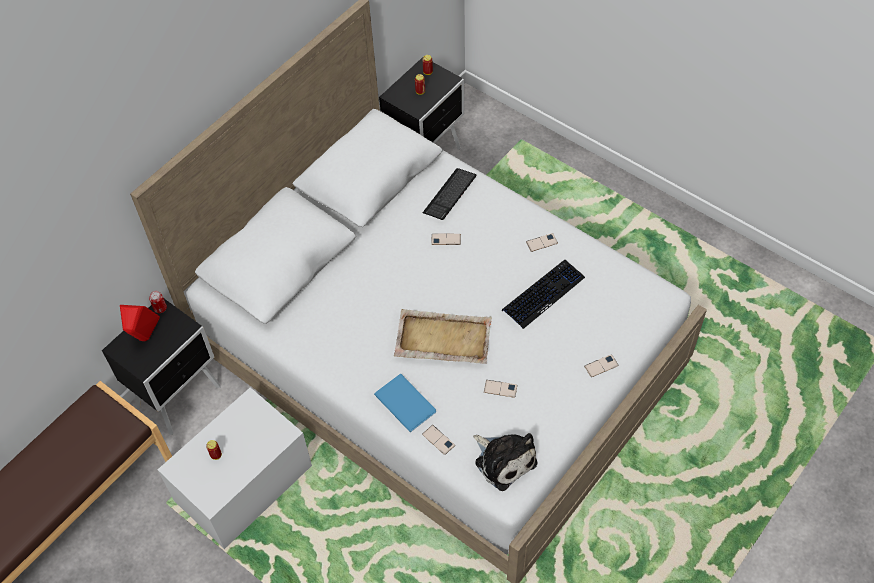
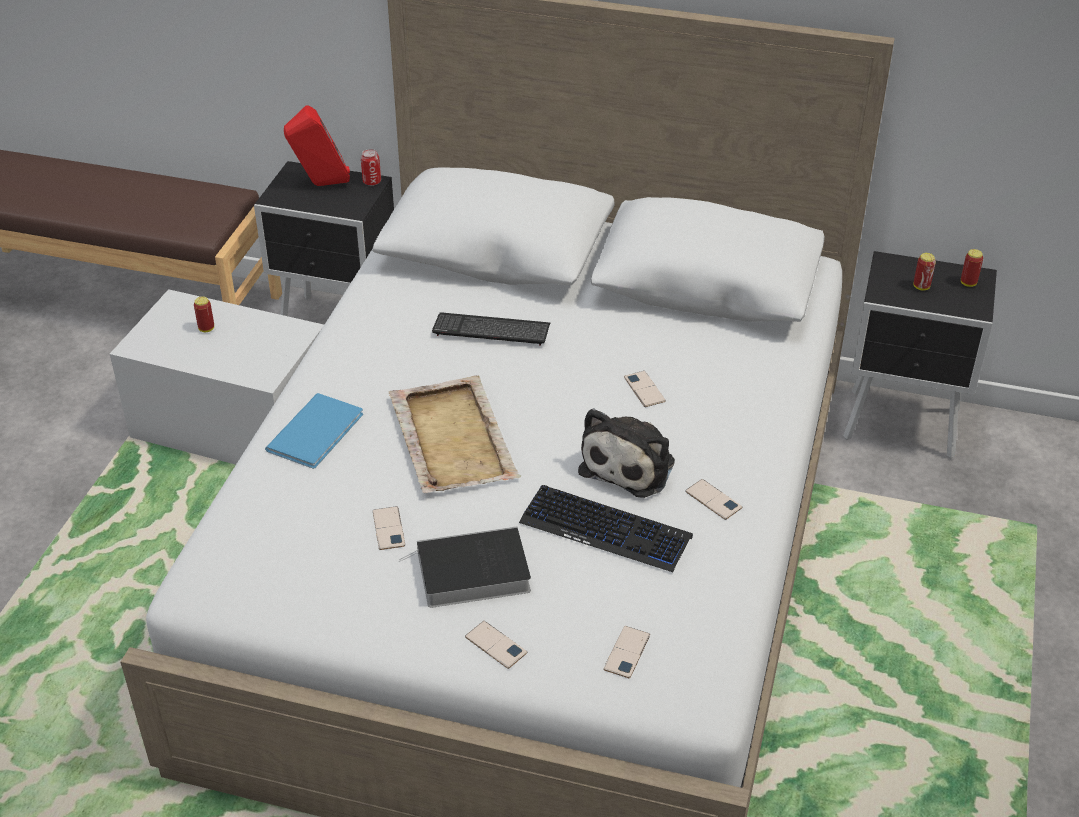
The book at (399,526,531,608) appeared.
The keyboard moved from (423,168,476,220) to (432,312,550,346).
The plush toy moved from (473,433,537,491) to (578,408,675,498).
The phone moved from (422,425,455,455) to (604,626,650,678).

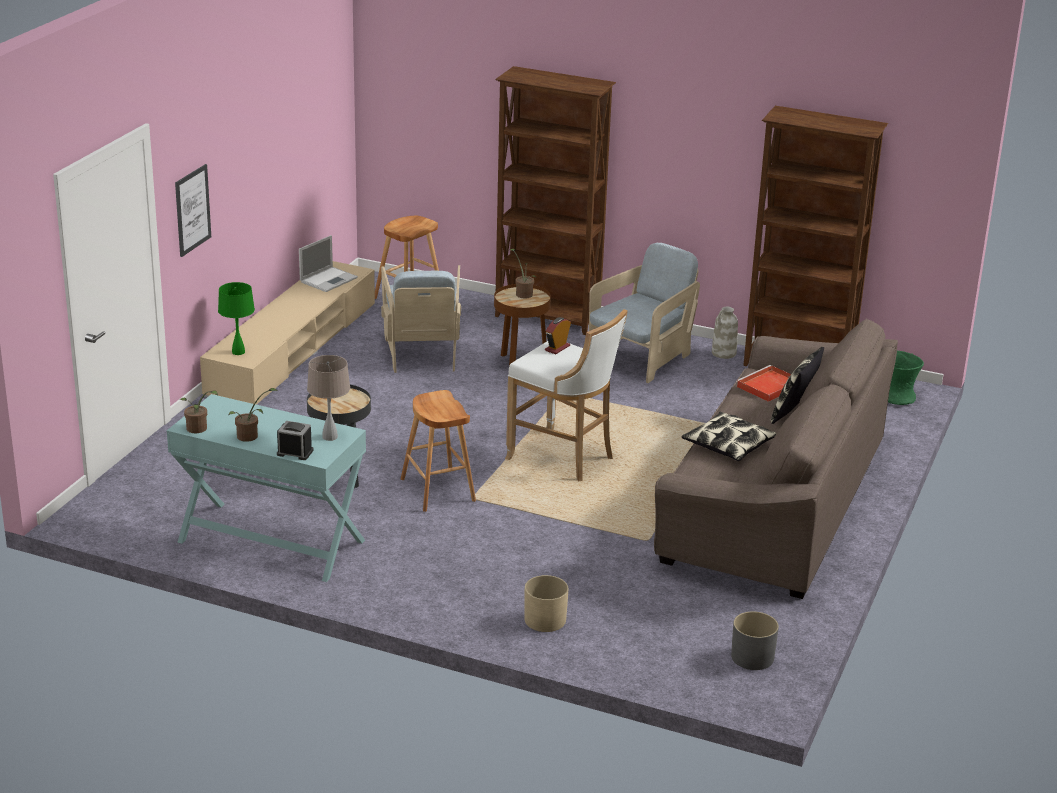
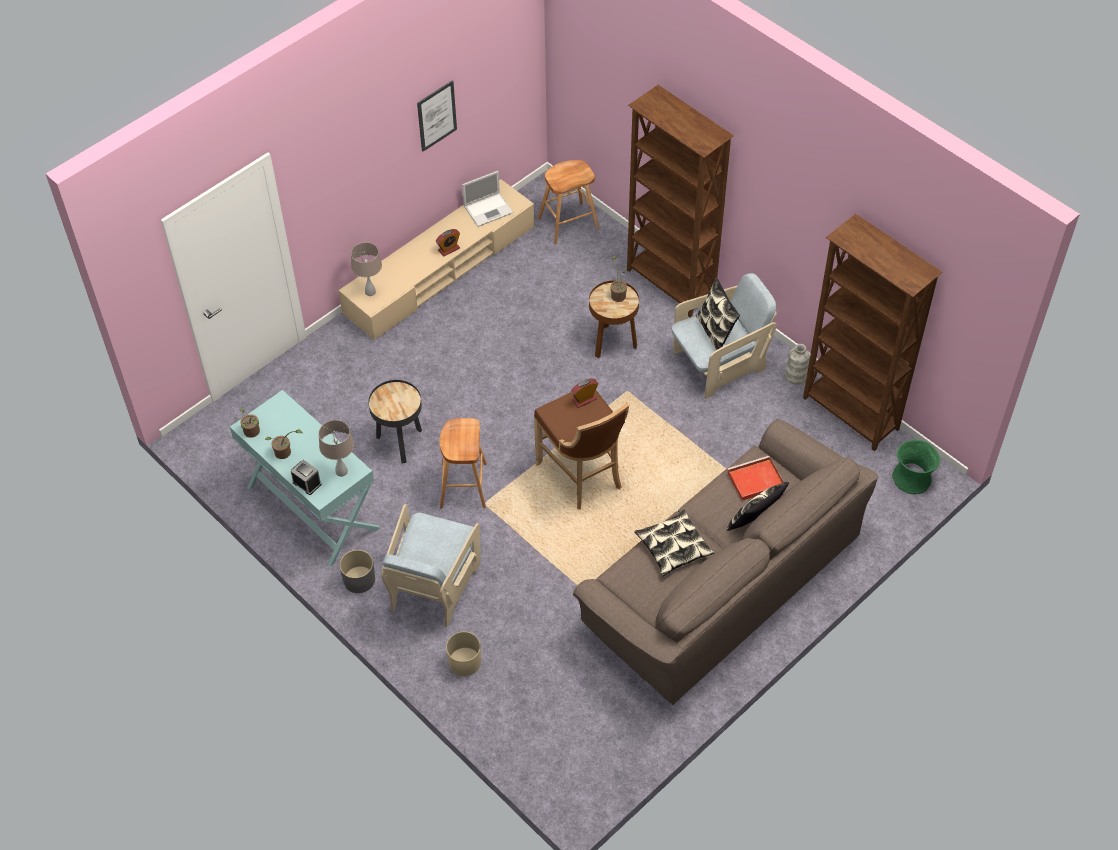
The grey planter moved from (731,611,779,670) to (340,550,375,593).
The green table lamp at (218,282,255,355) became the beige table lamp at (351,242,382,296).
The beige armchair moved from (381,265,461,373) to (381,504,481,627).
The picture moved from (175,164,211,257) to (417,80,457,152).
The alarm clock at (436,229,460,256) appeared.
The white stool at (505,309,628,482) became the brown stool at (534,391,629,510).
The pillow at (696,278,740,350) appeared.

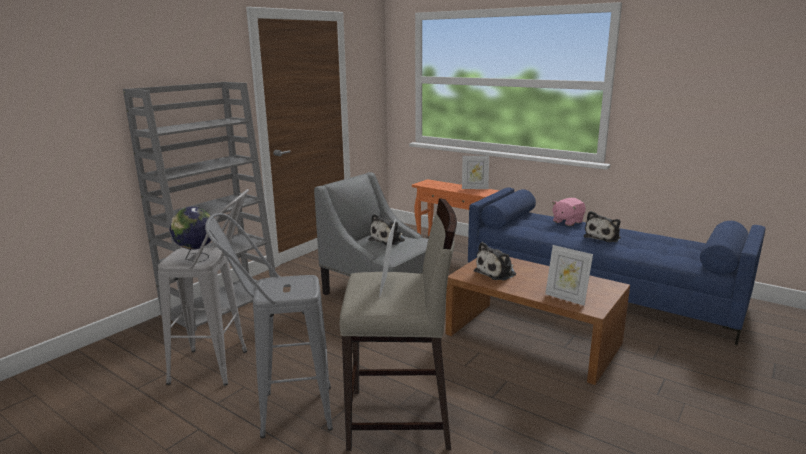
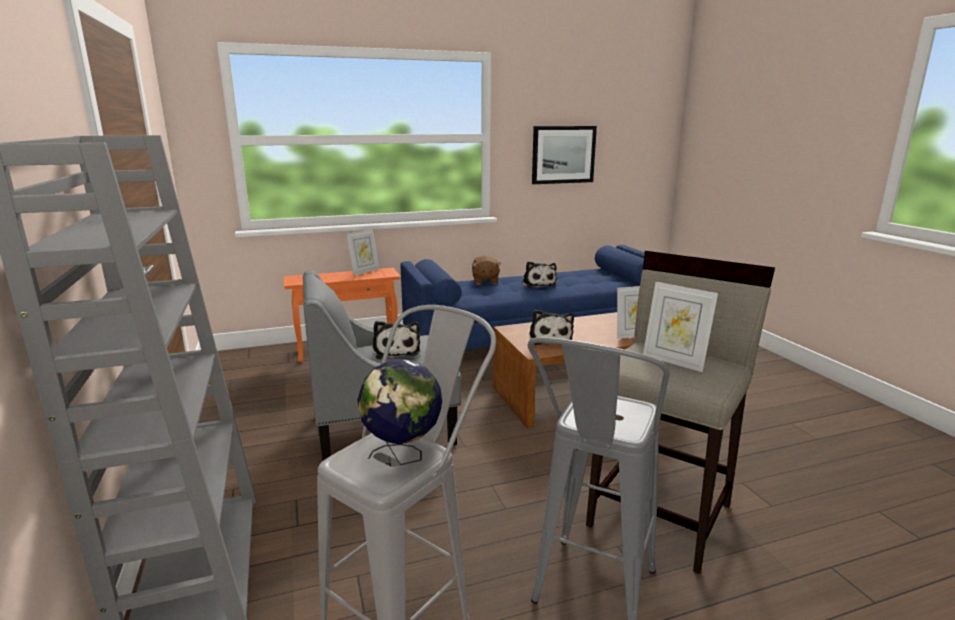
The pink plush toy at (552,198,586,226) became the brown plush toy at (472,255,501,285).
The picture at (532,126,597,184) appeared.

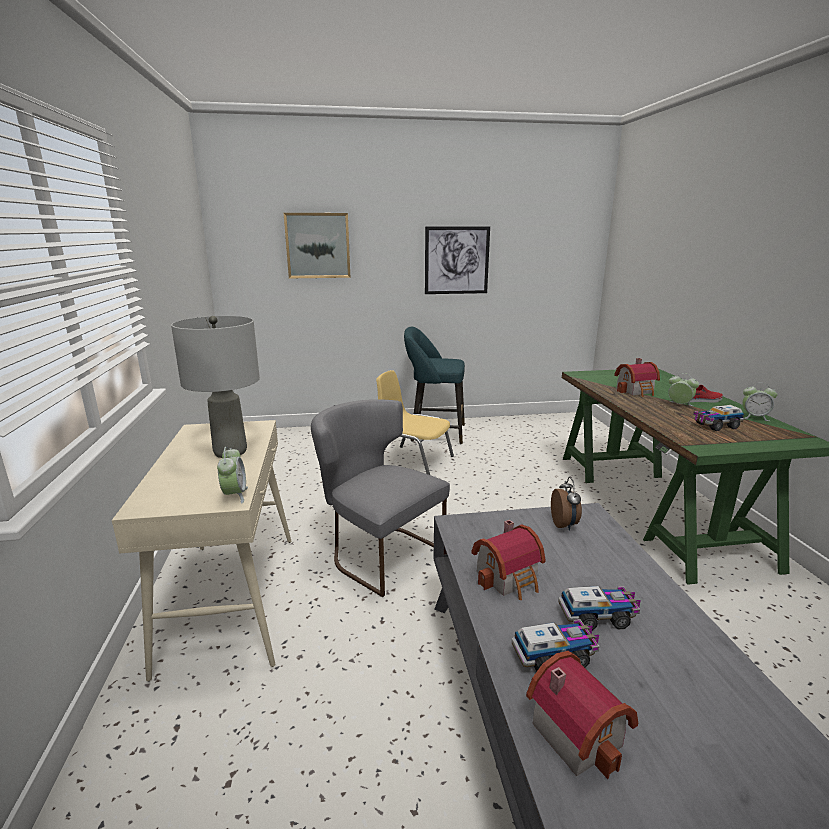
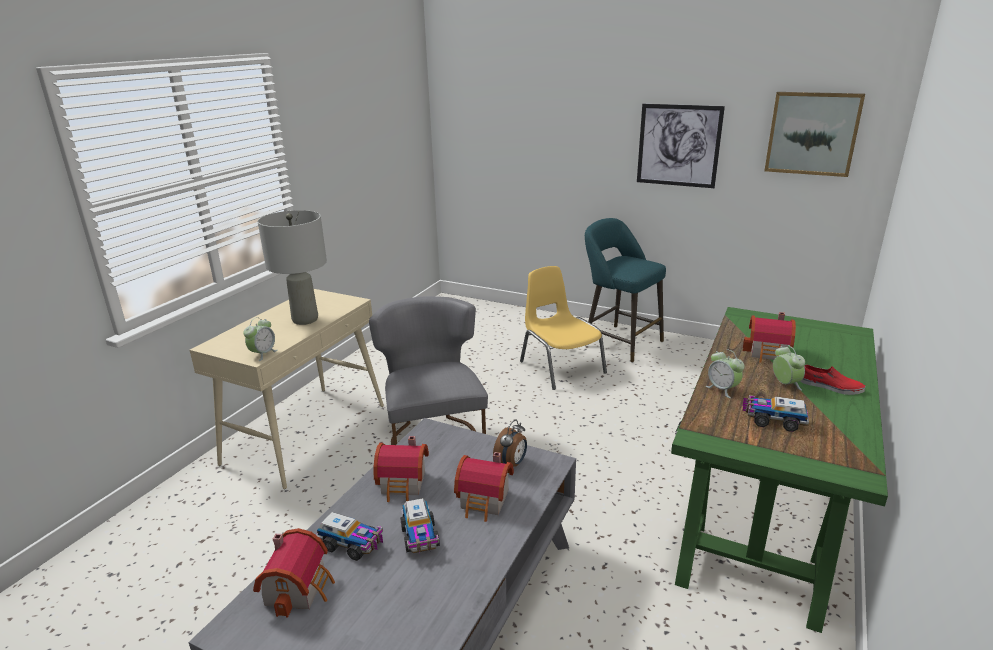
The toy truck at (558,586,641,630) turned 45 degrees clockwise.
The toy house at (454,452,514,522) appeared.
The alarm clock moved from (742,383,778,421) to (706,349,745,398).
The picture moved from (284,213,350,278) to (764,92,865,177).

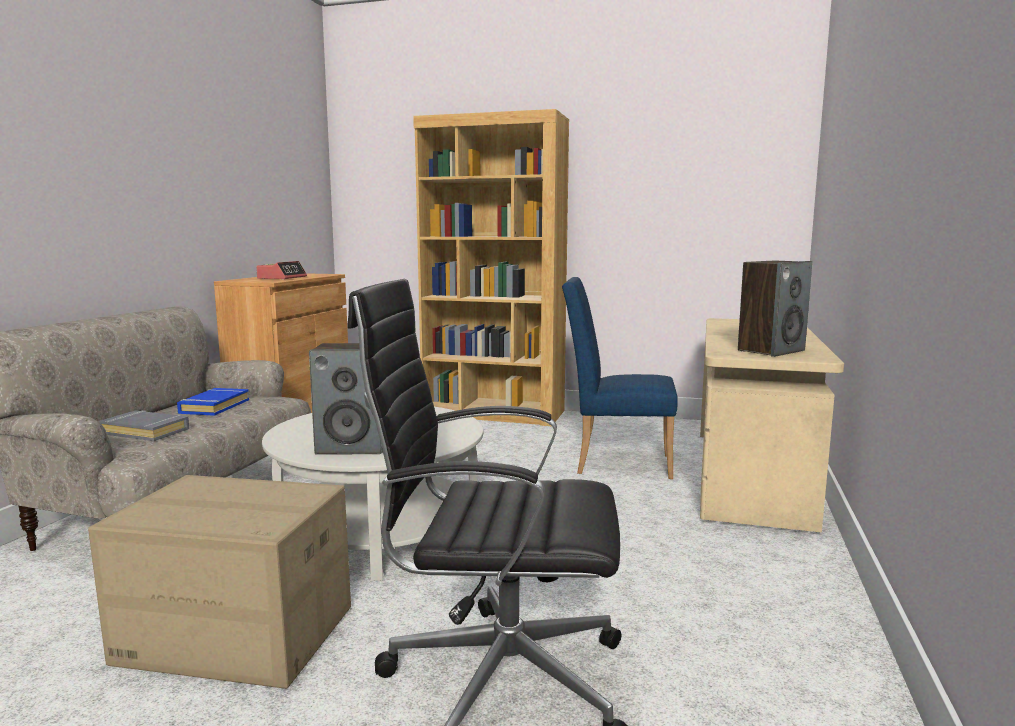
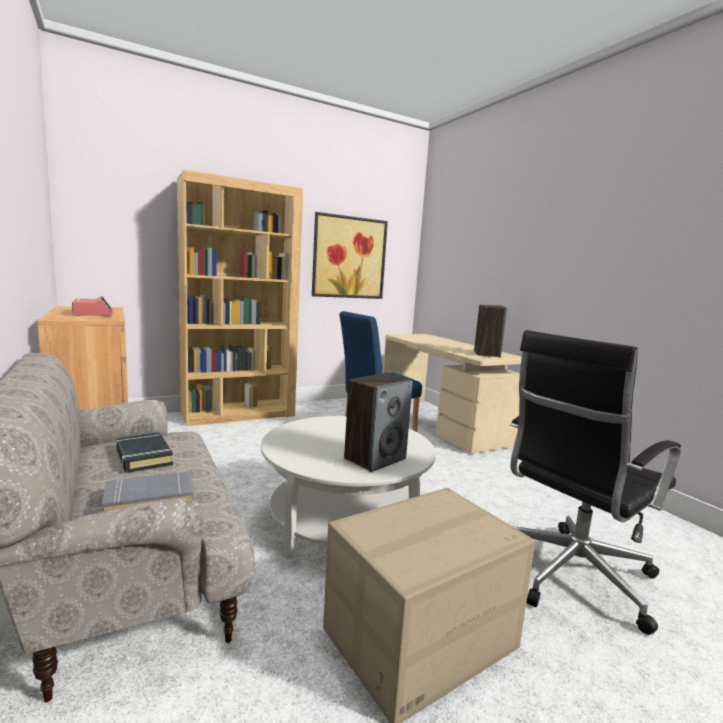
The blue book at (177,388,249,416) became the black book at (116,432,173,473).
The picture at (312,212,388,299) appeared.

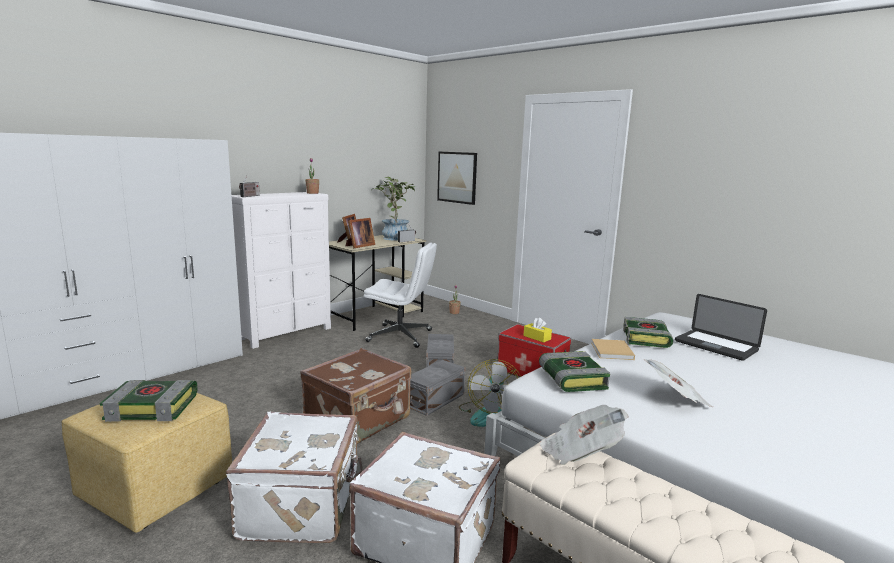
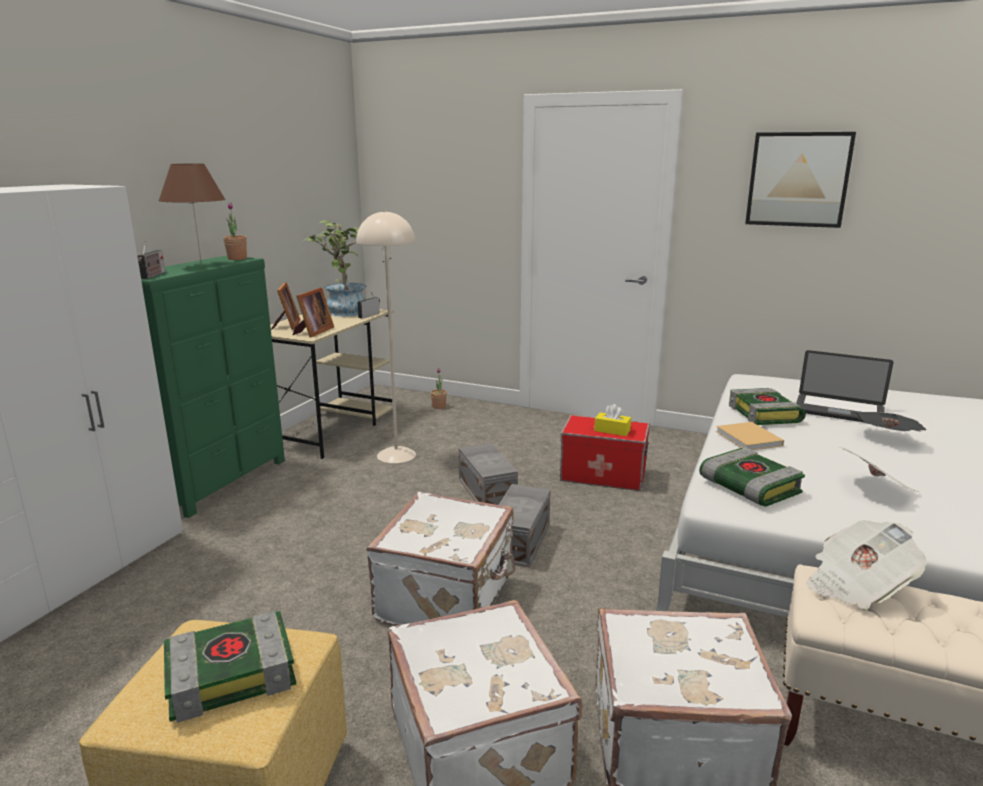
The white dresser at (232,192,331,349) became the green dresser at (140,256,285,518).
The brown table lamp at (159,164,226,266) appeared.
The white office chair at (363,243,437,348) was replaced by the beige floor lamp at (356,210,416,463).
The brown suitcase at (300,348,411,444) became the white suitcase at (366,492,515,626).
The picture moved from (437,152,477,205) to (745,132,856,228).
The newspaper at (853,412,926,432) appeared.
The fan at (459,359,521,427) disappeared.

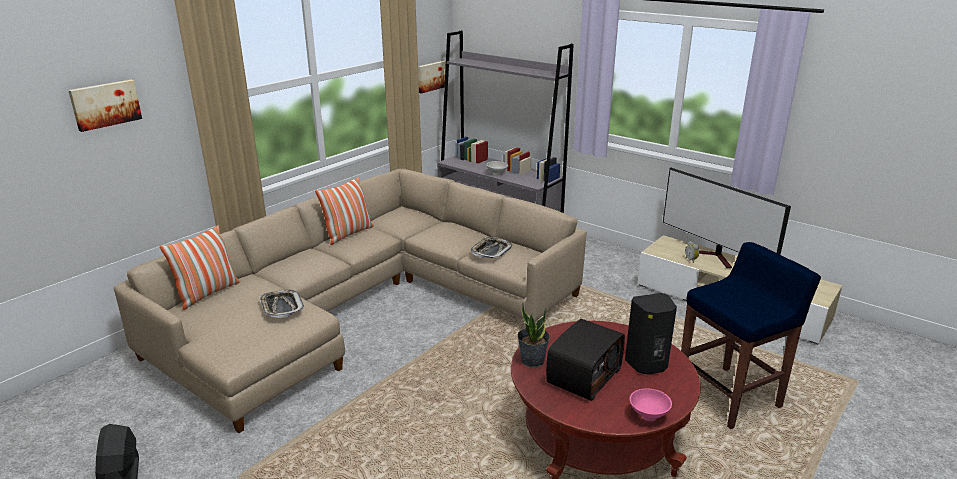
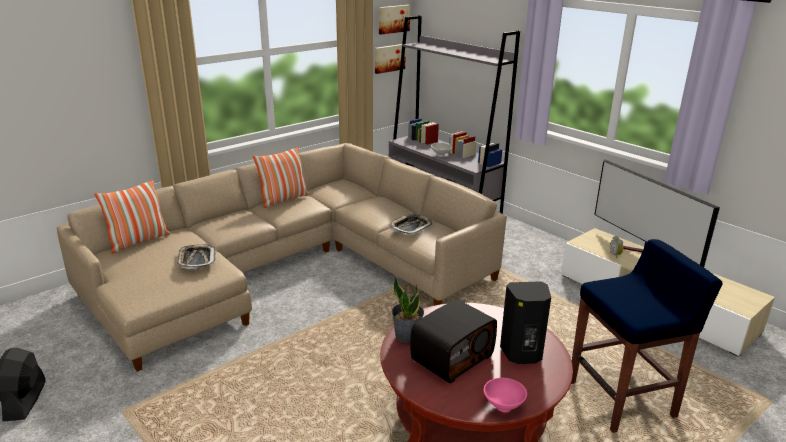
The picture moved from (68,80,142,132) to (379,5,410,35).

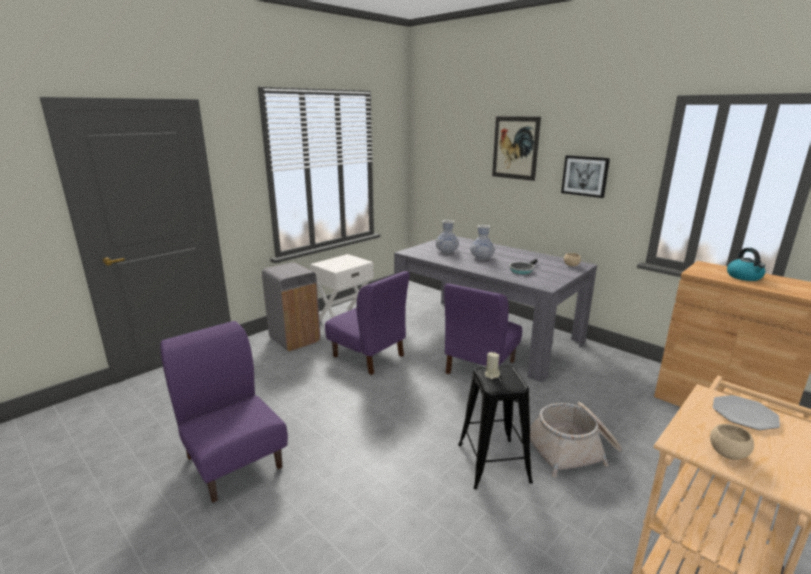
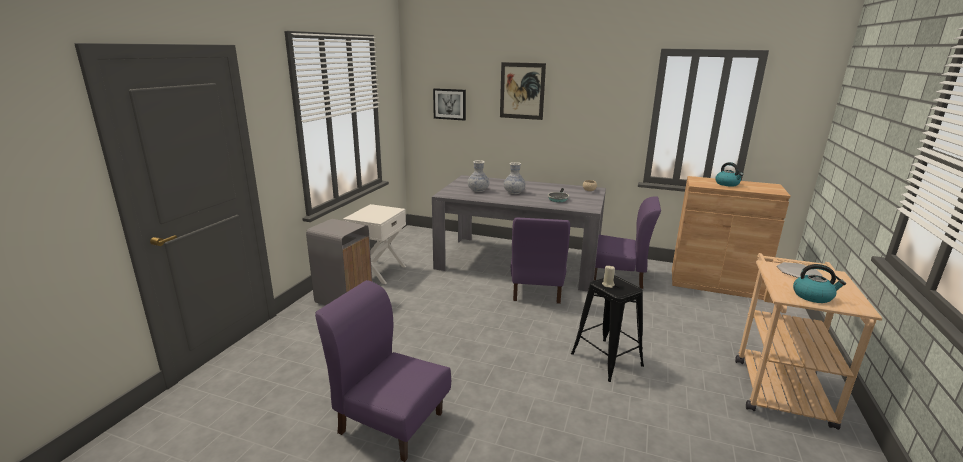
The picture moved from (561,155,610,198) to (433,88,466,121).
The purple chair moved from (325,271,410,375) to (594,197,661,289).
The beige bowl at (710,424,754,460) was replaced by the kettle at (793,264,846,303).
The basket at (530,402,622,477) disappeared.

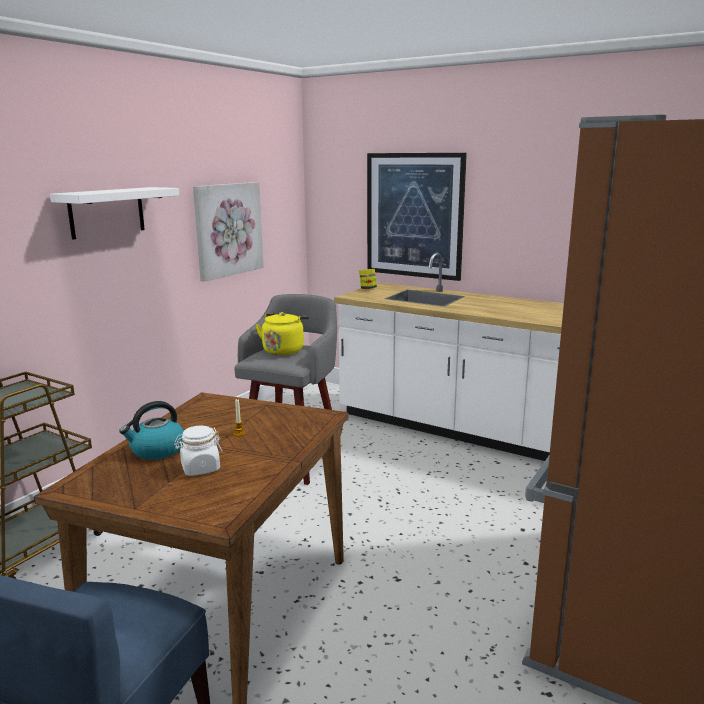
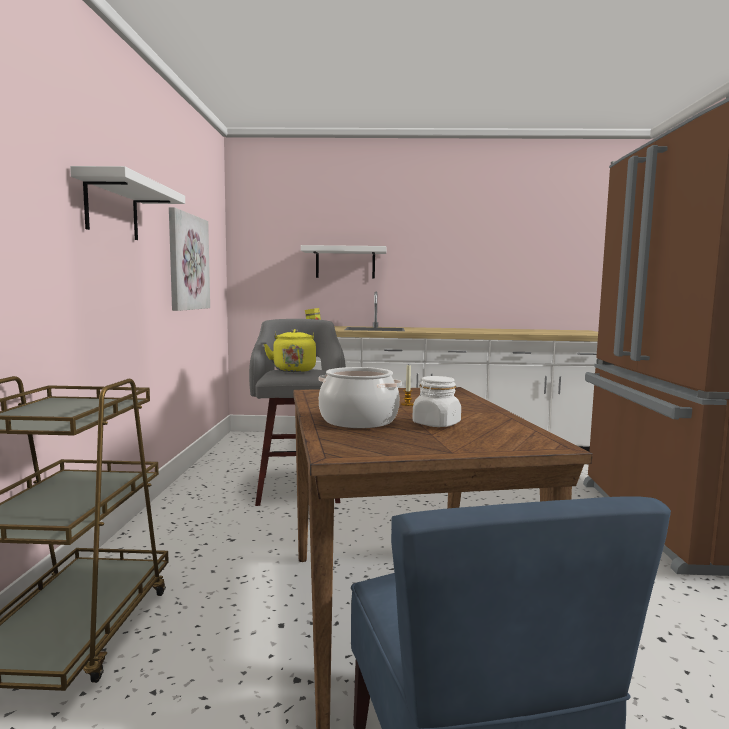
The picture at (367,153,467,281) was replaced by the white shelf at (301,245,387,279).
The kettle at (119,401,184,460) was replaced by the cooking pot at (319,367,402,428).

